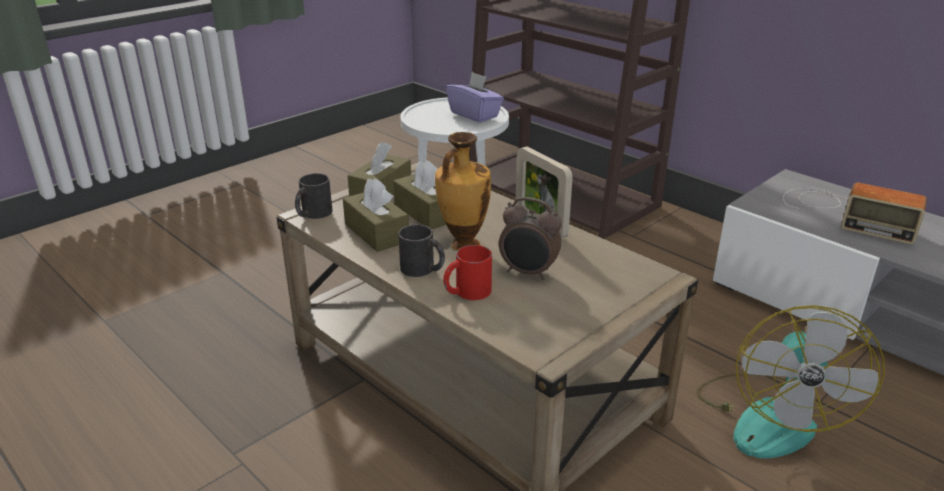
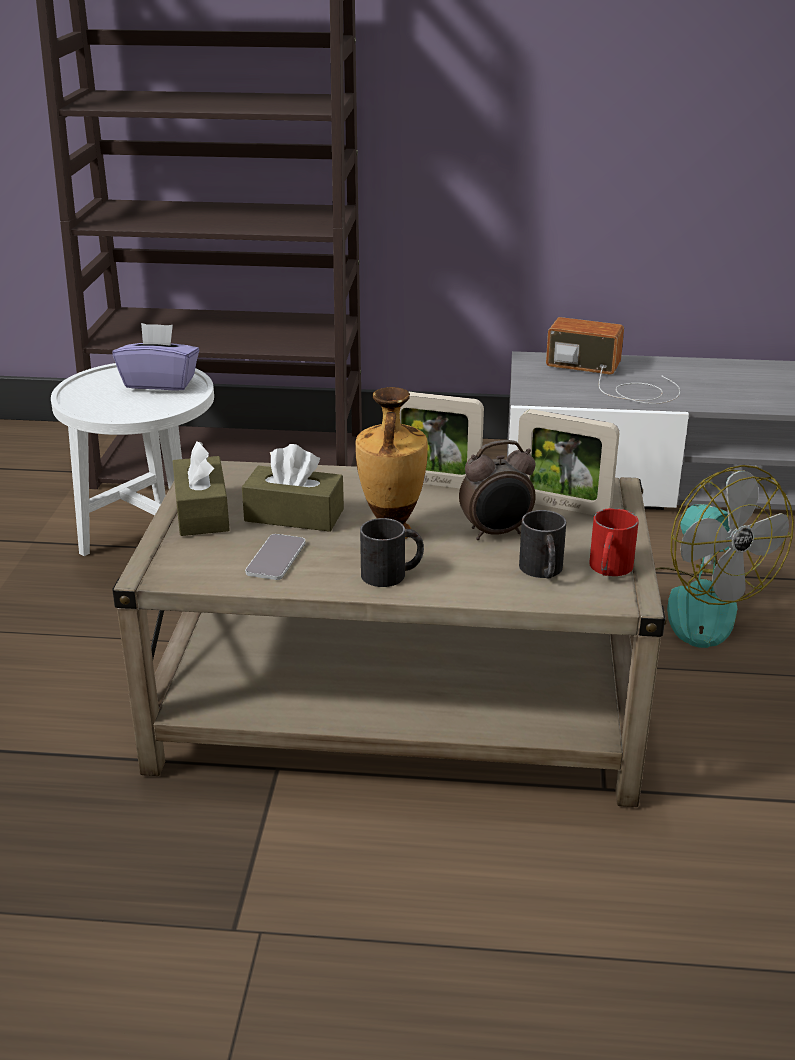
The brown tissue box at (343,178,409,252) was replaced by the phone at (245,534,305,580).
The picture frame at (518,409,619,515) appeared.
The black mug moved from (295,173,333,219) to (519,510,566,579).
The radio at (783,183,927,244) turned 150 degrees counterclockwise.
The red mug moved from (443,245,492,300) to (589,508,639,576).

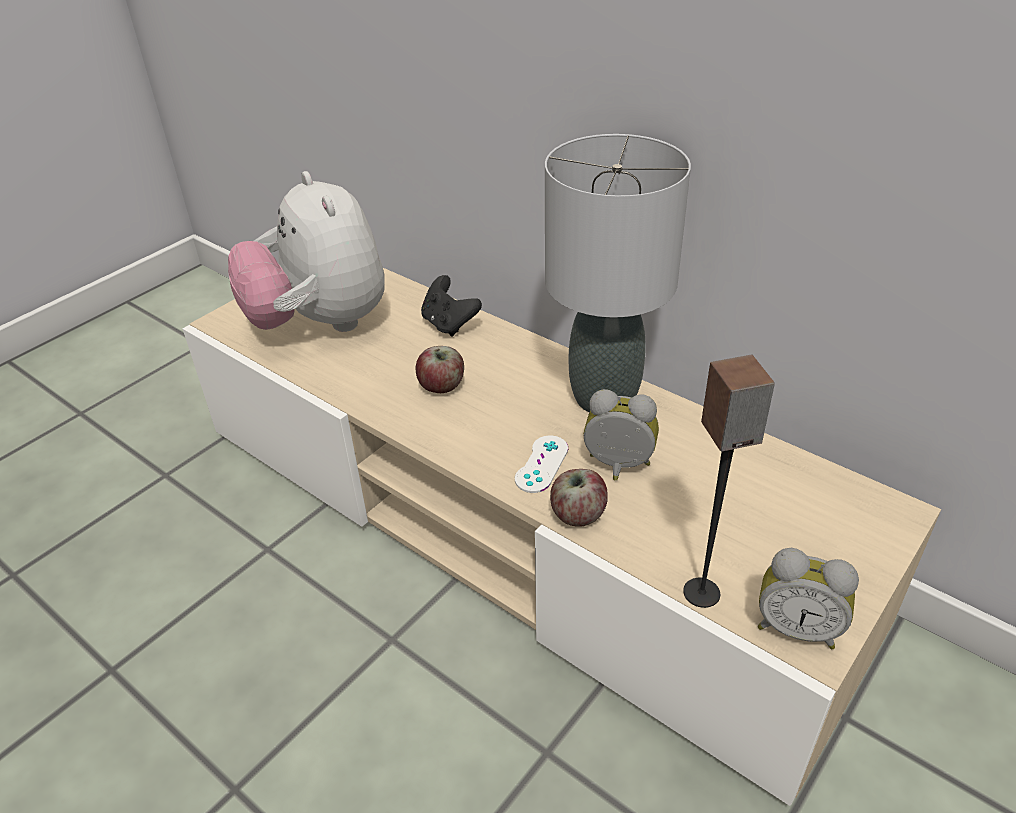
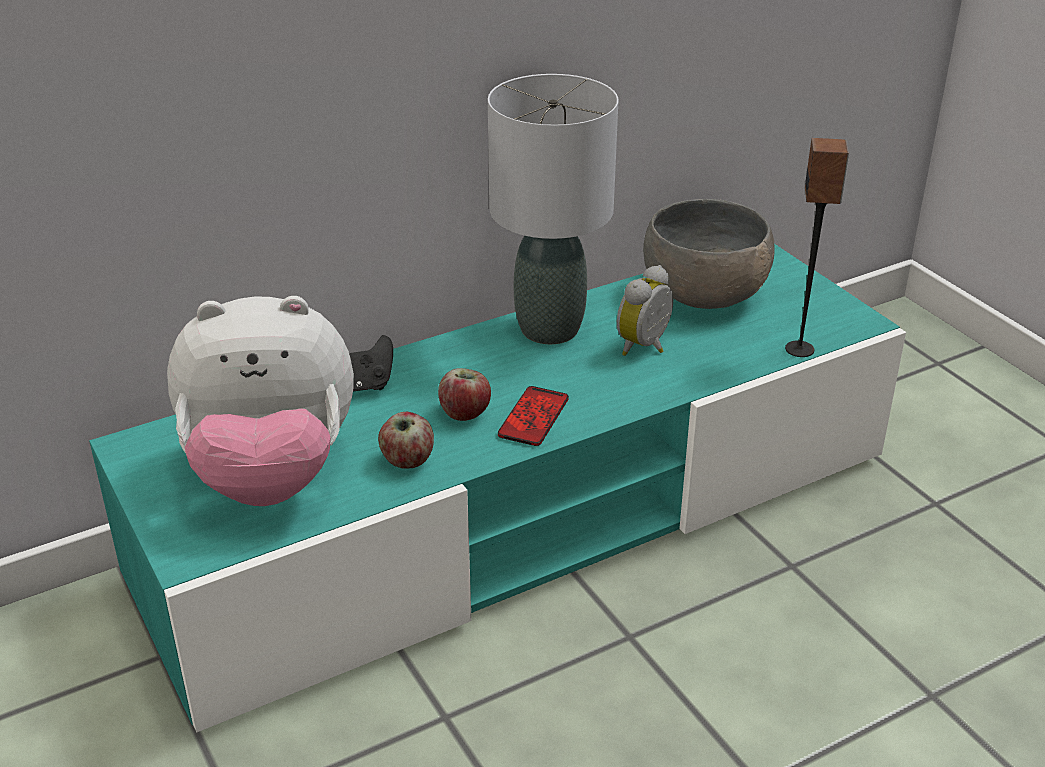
The beige tv stand at (183,268,941,806) became the turquoise tv stand at (89,244,906,732).
The apple moved from (550,469,607,527) to (378,412,434,469).
The phone at (498,386,569,446) appeared.
The grey bowl at (643,199,775,309) appeared.
The white game controller at (515,435,568,493) disappeared.
The alarm clock at (758,548,859,649) disappeared.

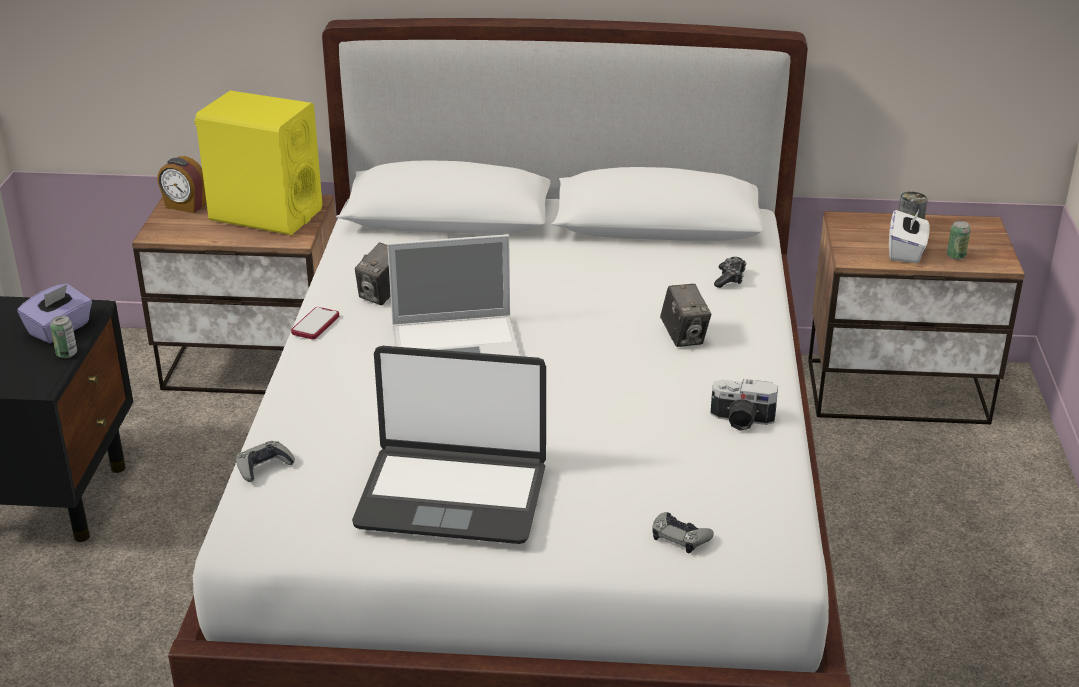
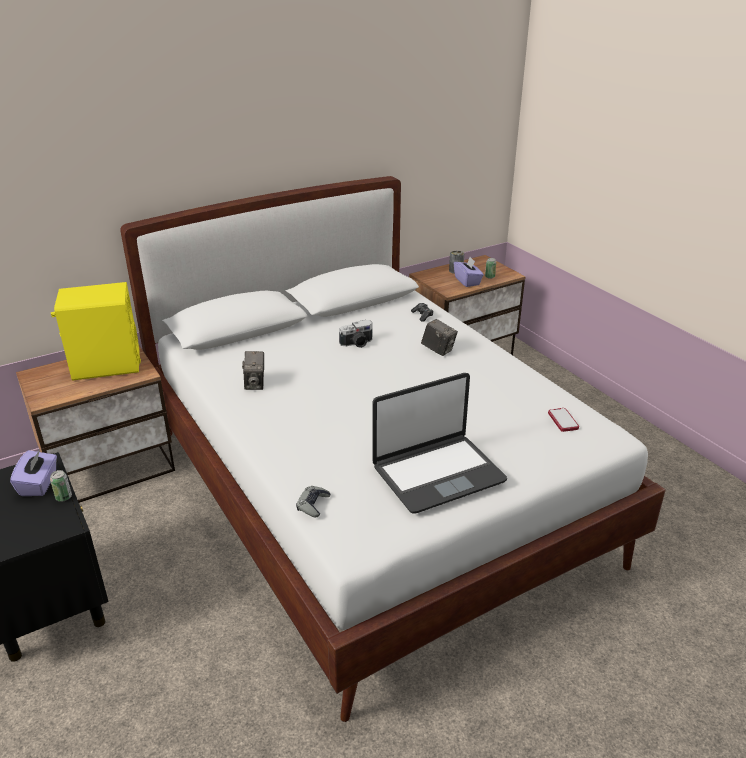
The photo camera moved from (710,379,778,431) to (339,320,372,348).
The white tissue box at (889,208,929,263) became the purple tissue box at (454,257,484,287).
The phone moved from (291,307,339,339) to (548,408,579,432).
The alarm clock at (157,156,206,213) disappeared.
The laptop at (387,234,521,356) disappeared.
The grey game controller at (652,512,714,553) disappeared.

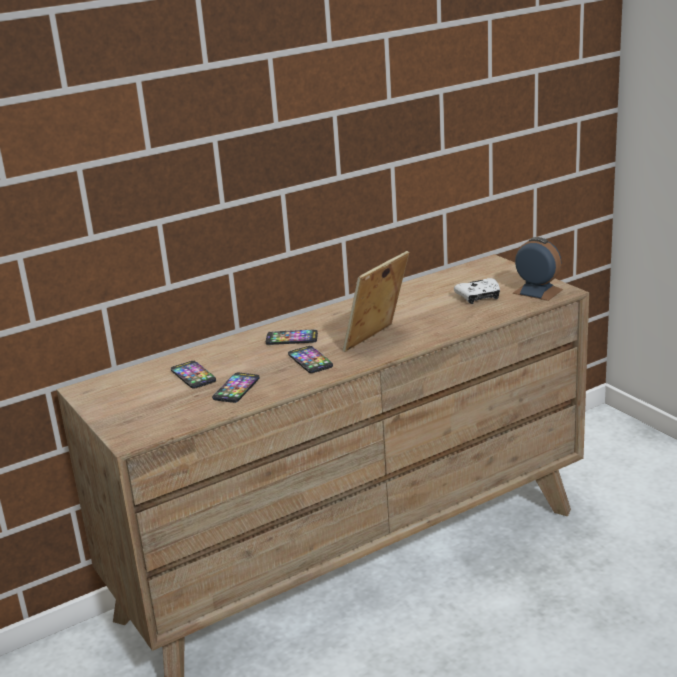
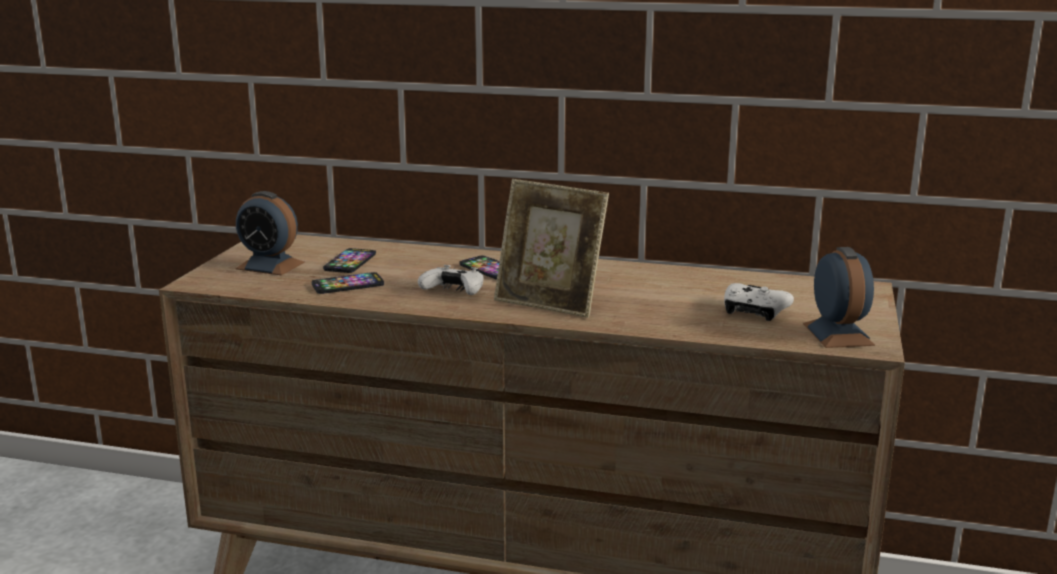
The alarm clock at (236,191,304,275) appeared.
The phone at (288,346,333,373) was replaced by the white game controller at (418,265,484,295).
The picture frame at (343,251,409,352) turned 150 degrees counterclockwise.

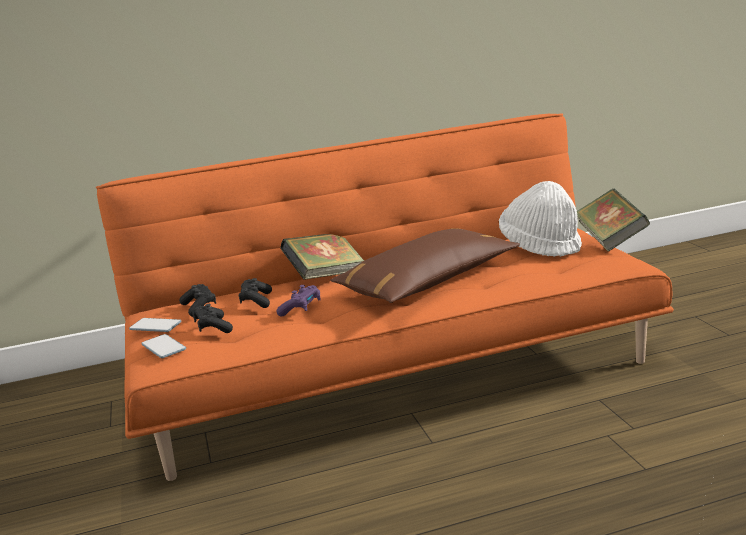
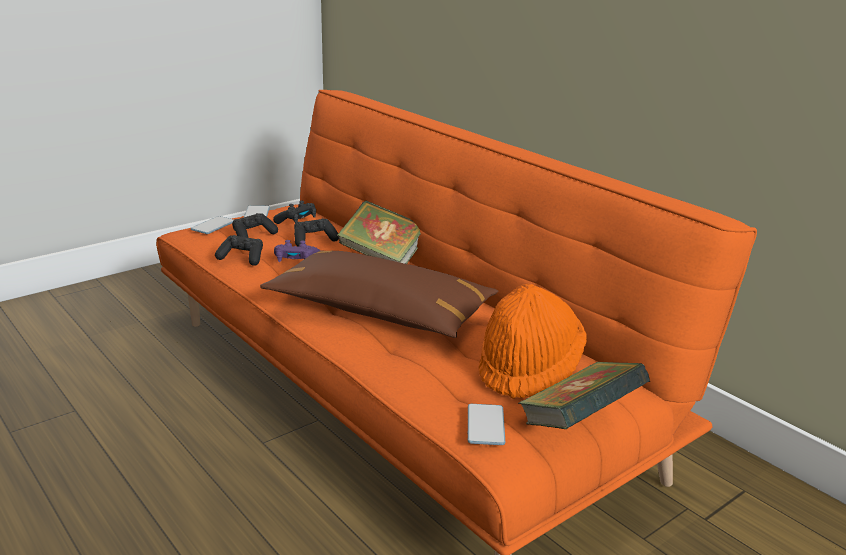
The black game controller at (215,235,263,266) appeared.
The phone at (468,404,505,445) appeared.
The white hat at (499,181,582,257) became the orange hat at (478,283,587,399).

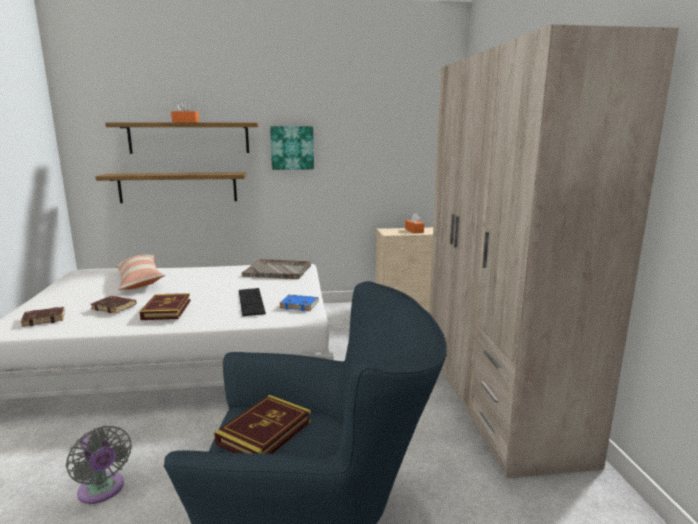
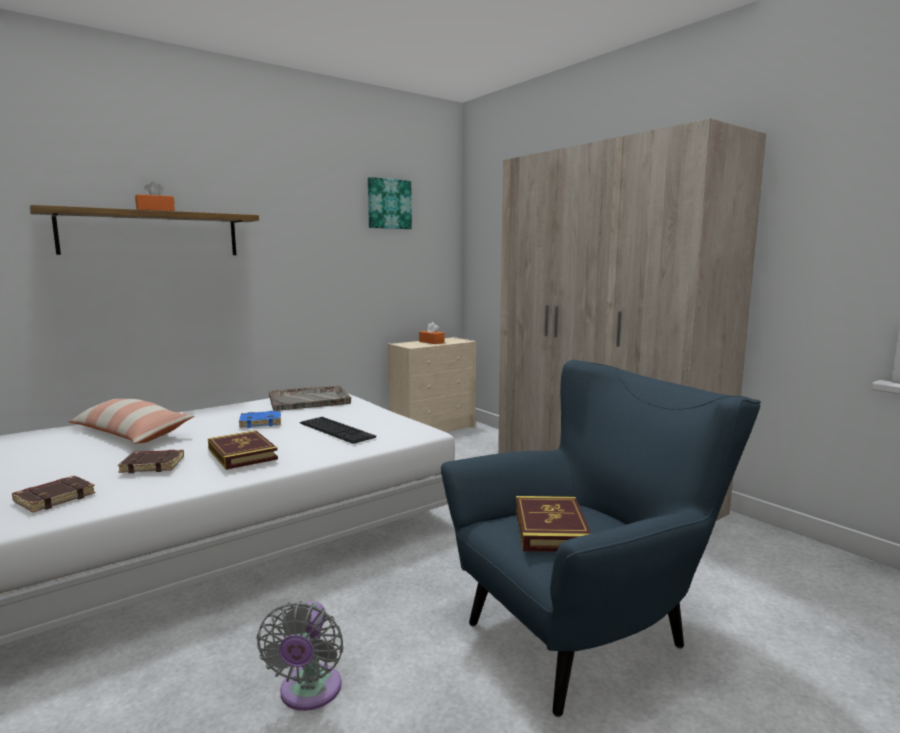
The blue book moved from (279,295,319,311) to (239,411,281,428).
The grey fan at (66,426,132,504) turned 75 degrees clockwise.
The picture moved from (270,126,314,170) to (368,177,412,229).
The shelf at (95,172,246,203) disappeared.

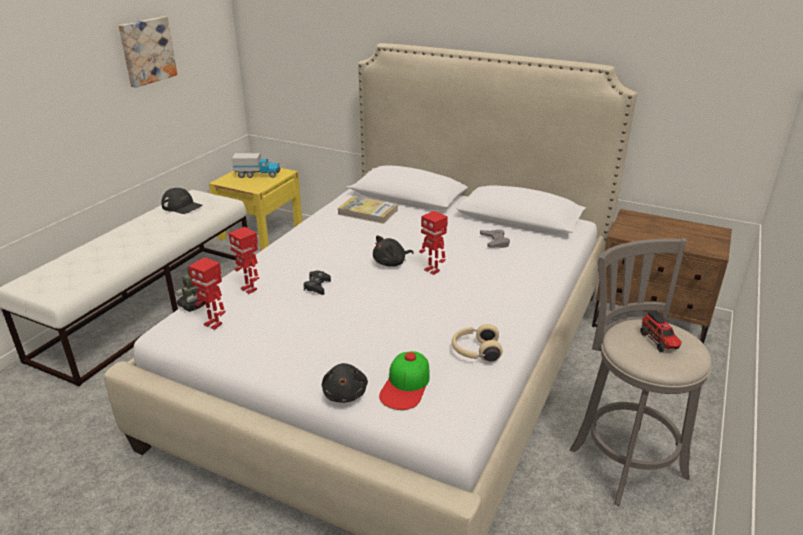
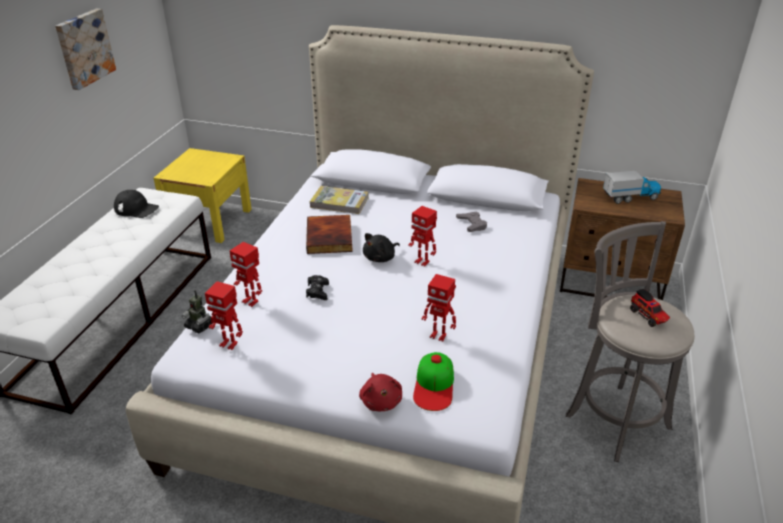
The book at (306,215,353,254) appeared.
The black plush toy at (322,363,368,403) became the red plush toy at (359,373,402,411).
The toy robot at (421,274,456,342) appeared.
The toy truck moved from (232,153,280,178) to (603,171,661,204).
The beige headphones at (452,324,503,362) disappeared.

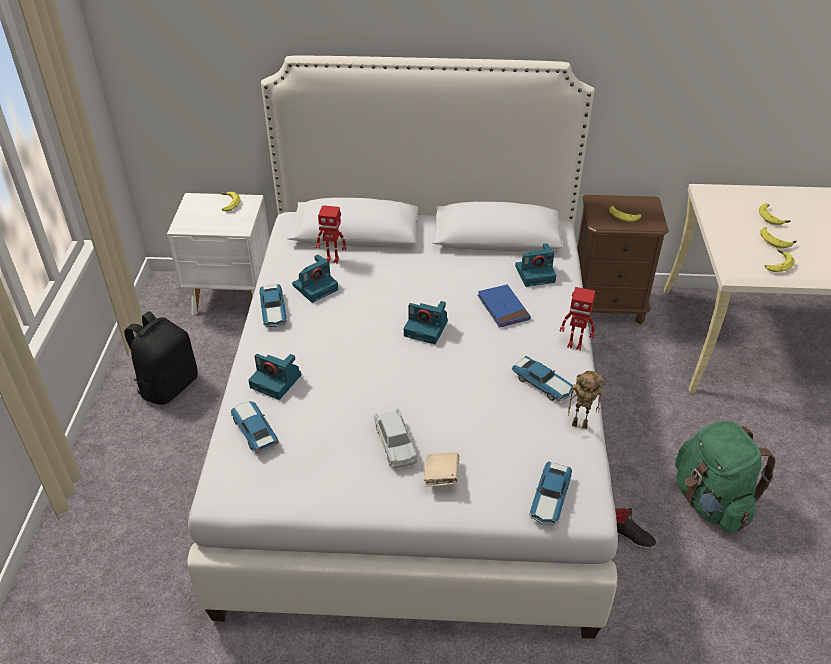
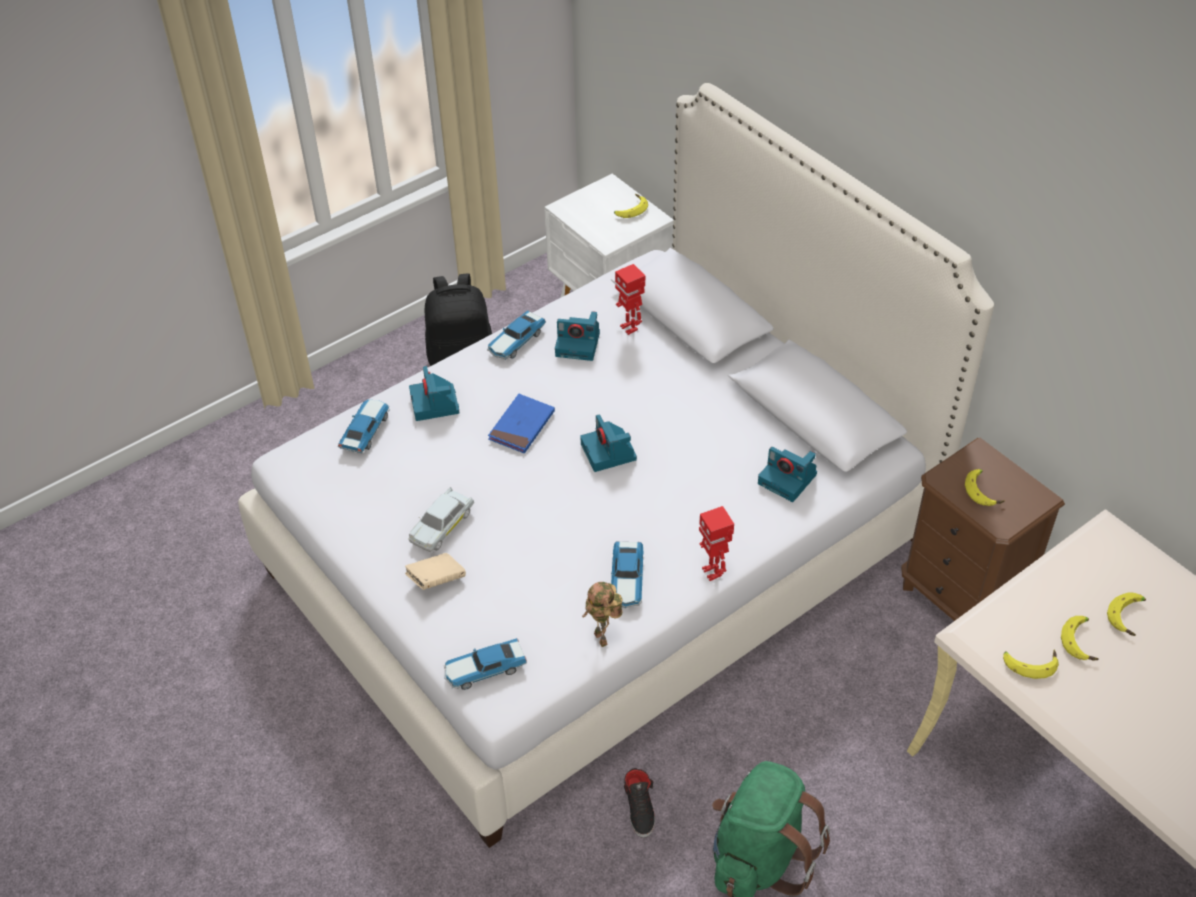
The blue book moved from (477,285,531,328) to (488,394,555,453).

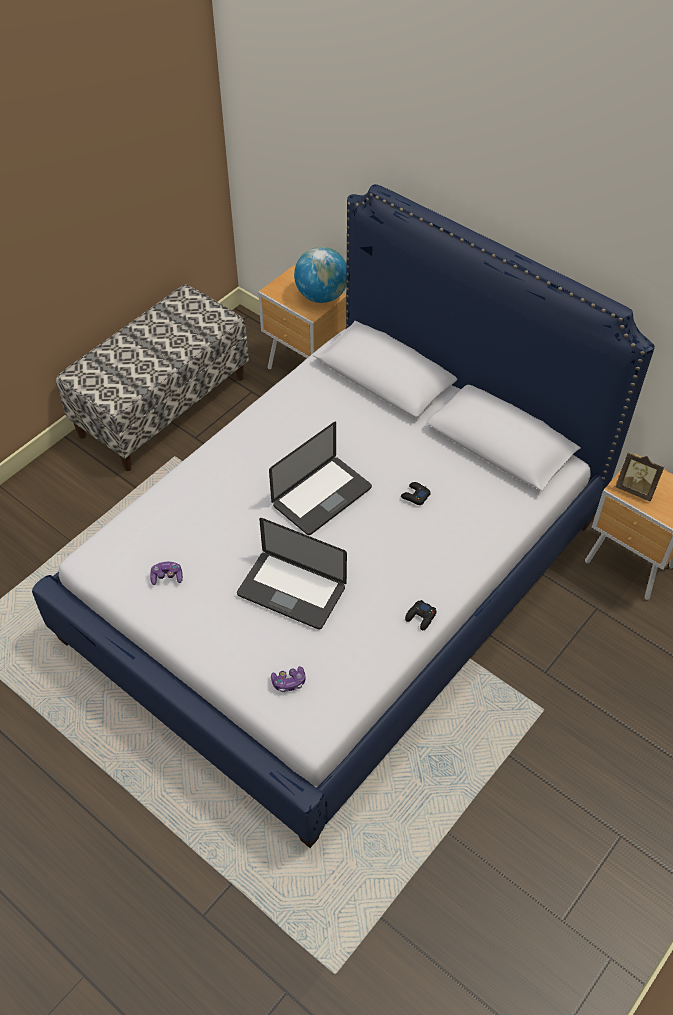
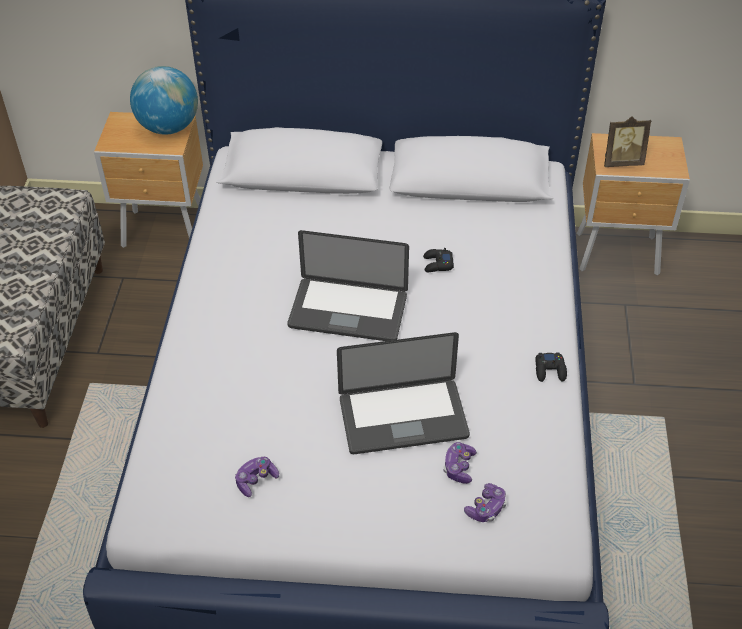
The laptop at (269,422,372,535) turned 90 degrees clockwise.
The game controller at (443,442,477,484) appeared.

